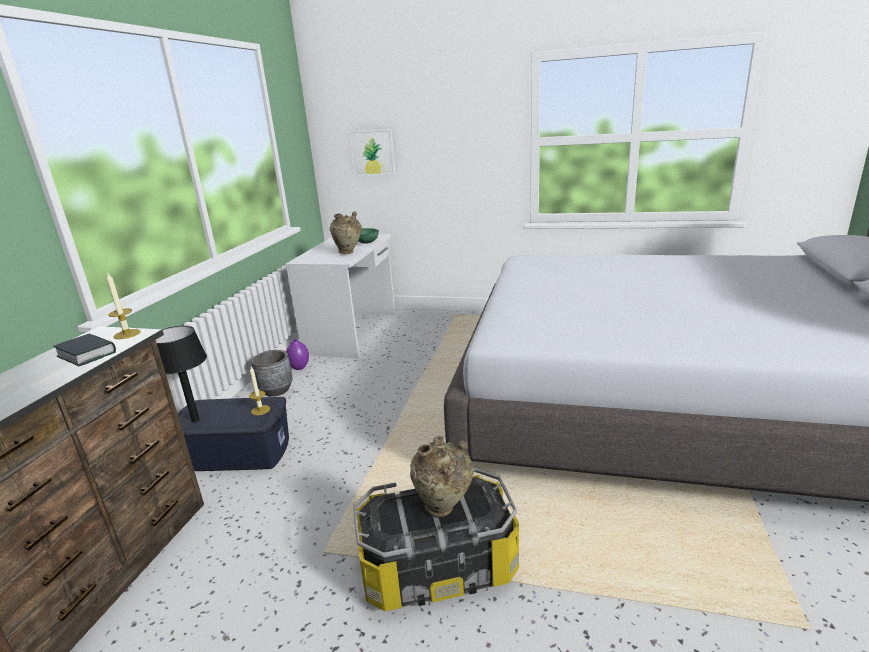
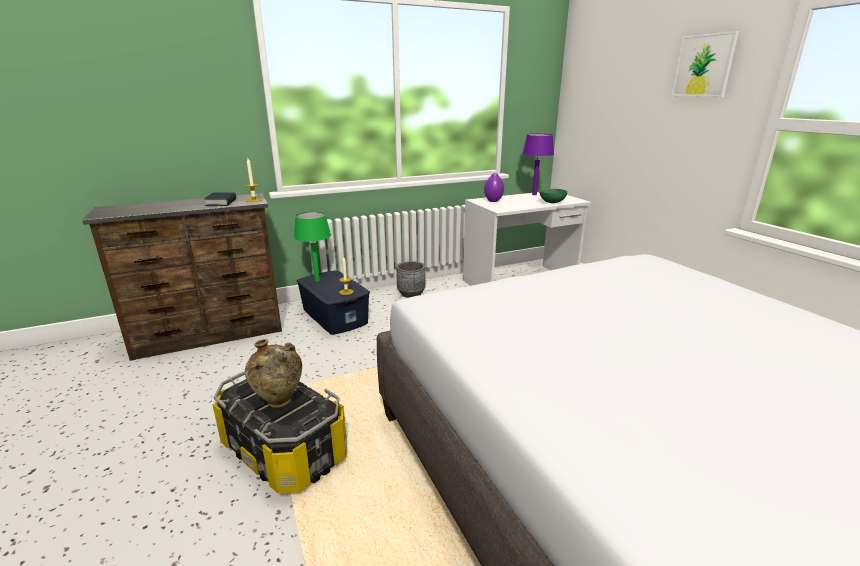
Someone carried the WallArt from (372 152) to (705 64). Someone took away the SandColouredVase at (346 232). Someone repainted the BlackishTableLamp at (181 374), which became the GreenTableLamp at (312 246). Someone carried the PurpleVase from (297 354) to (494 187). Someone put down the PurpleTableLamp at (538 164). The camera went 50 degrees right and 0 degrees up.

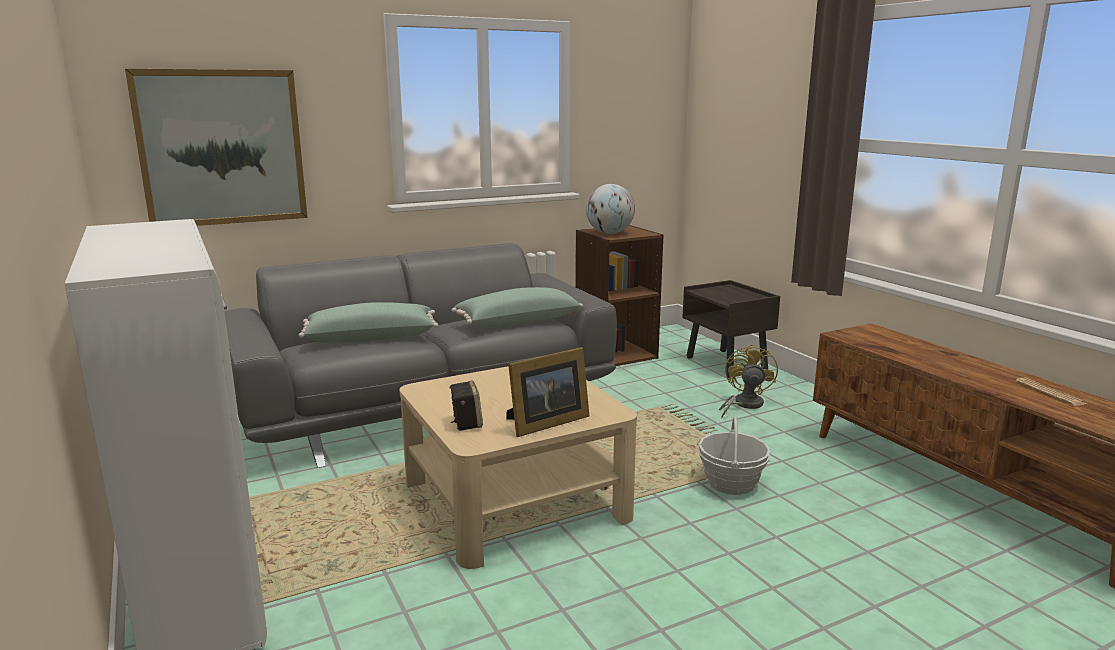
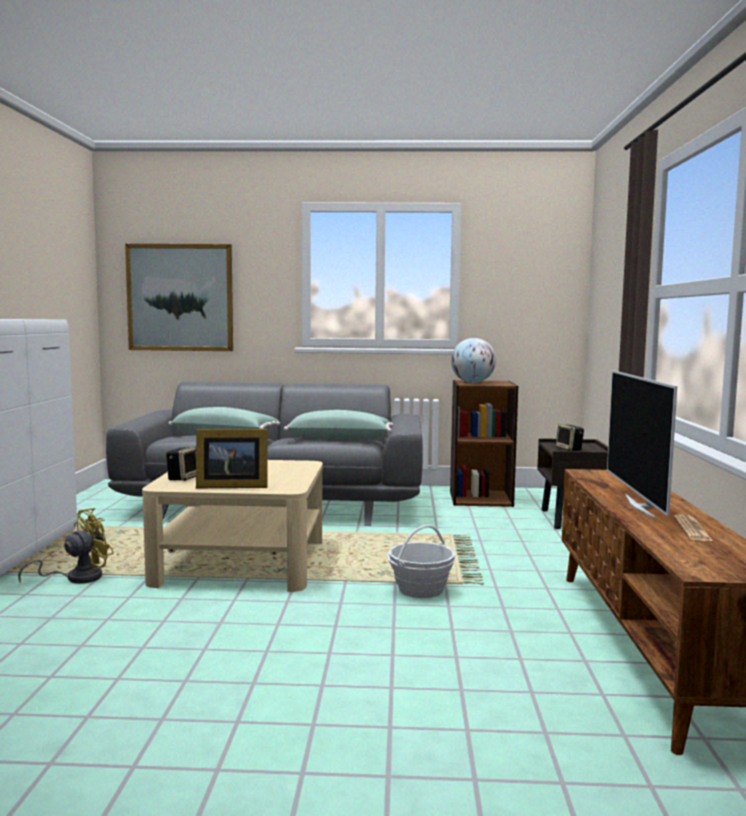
Someone carried the YellowCoolingFan from (748 381) to (66 546). Someone put down the Tv at (642 445). Someone put down the AudioSpeaker at (570 437). The camera went 30 degrees right and 10 degrees down.

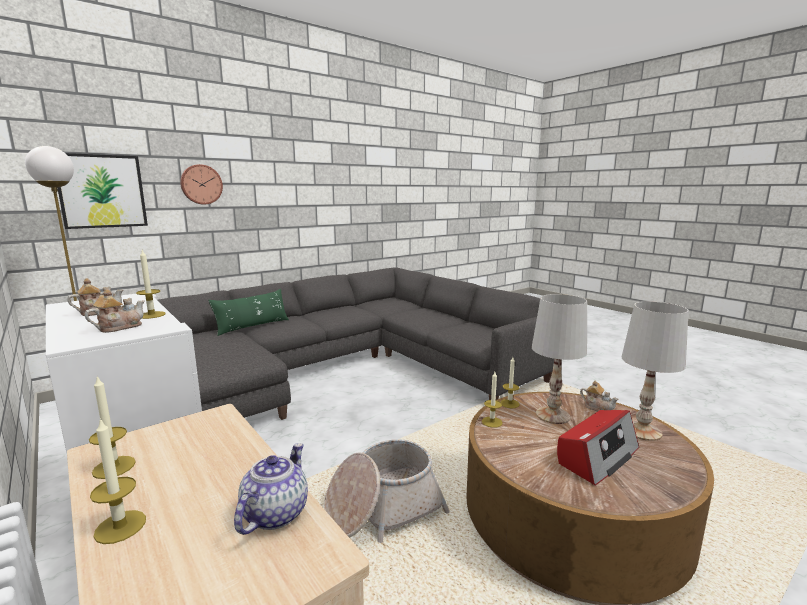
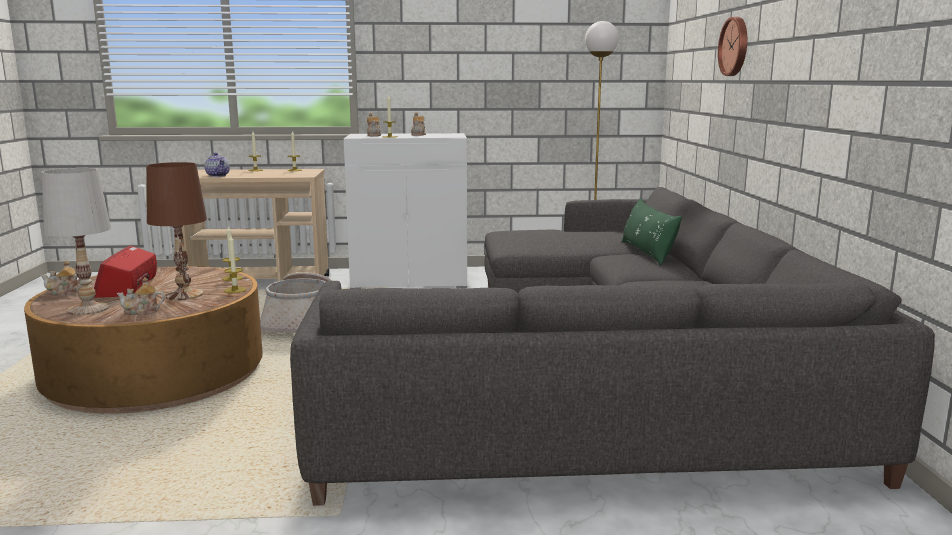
Someone took away the WallArt at (102 191). Someone repainted the WhitishTableLamp at (559 359), which became the BrownColouredTableLamp at (176 231). Someone put down the PotForTea at (61 278). The camera went 125 degrees right and 0 degrees up.

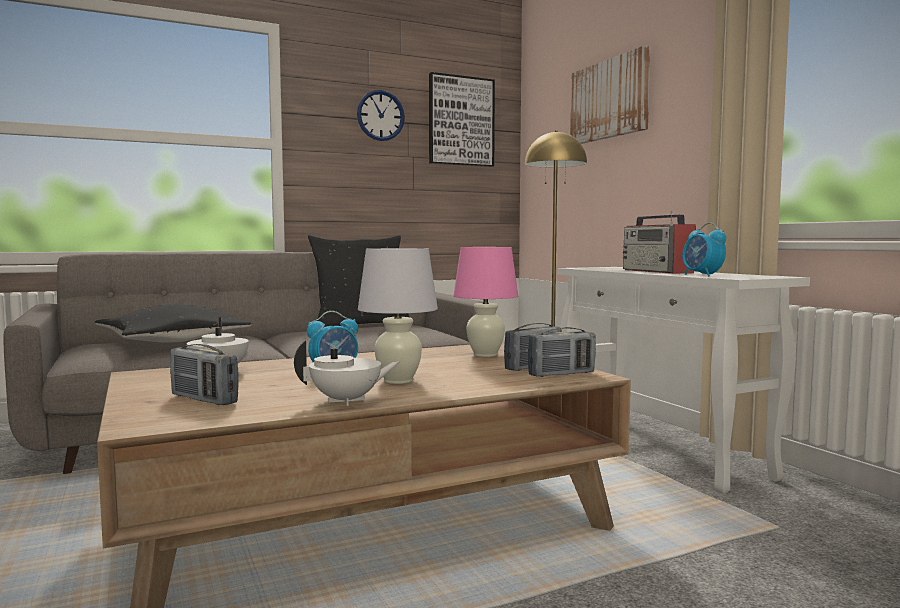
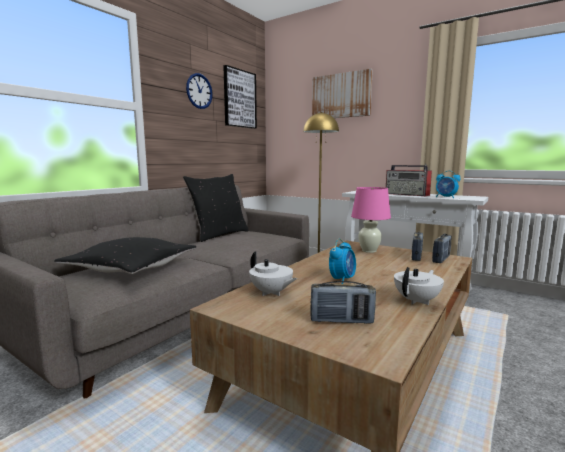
Someone took away the WhitishTableLamp at (398 316). The camera went 30 degrees left and 5 degrees up.

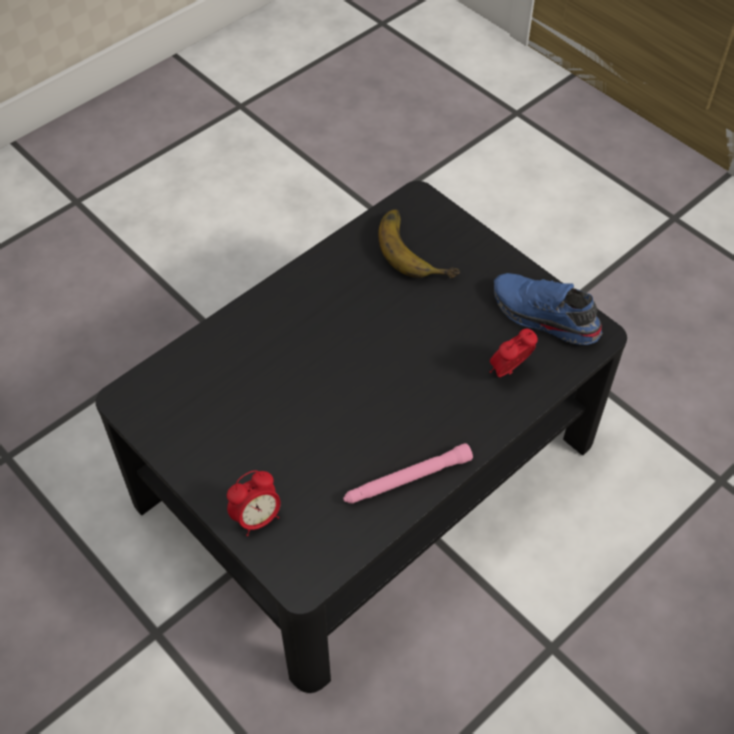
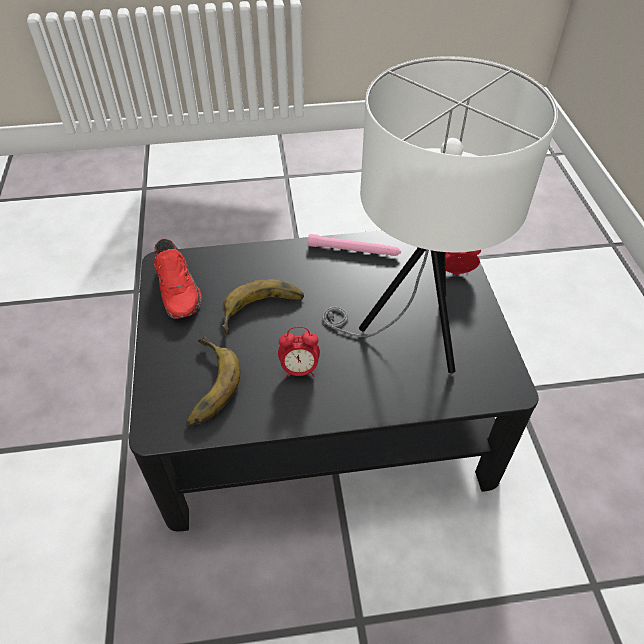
Someone repainted the BluishLowShoe at (548 309), which became the RedColouredLowShoe at (178 279). Someone carried the TableClock from (514 353) to (299 352). Someone put down the WhitishTableLamp at (440 214). Someone put down the WholeBanana at (263 307). The camera went 145 degrees left and 5 degrees down.

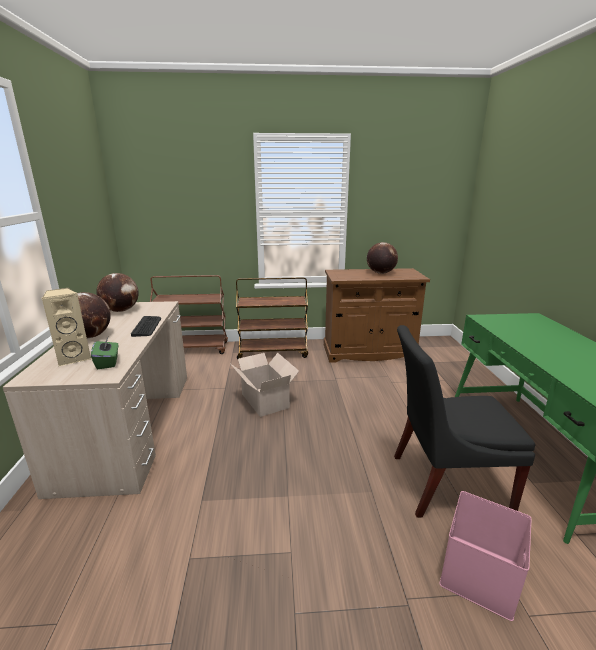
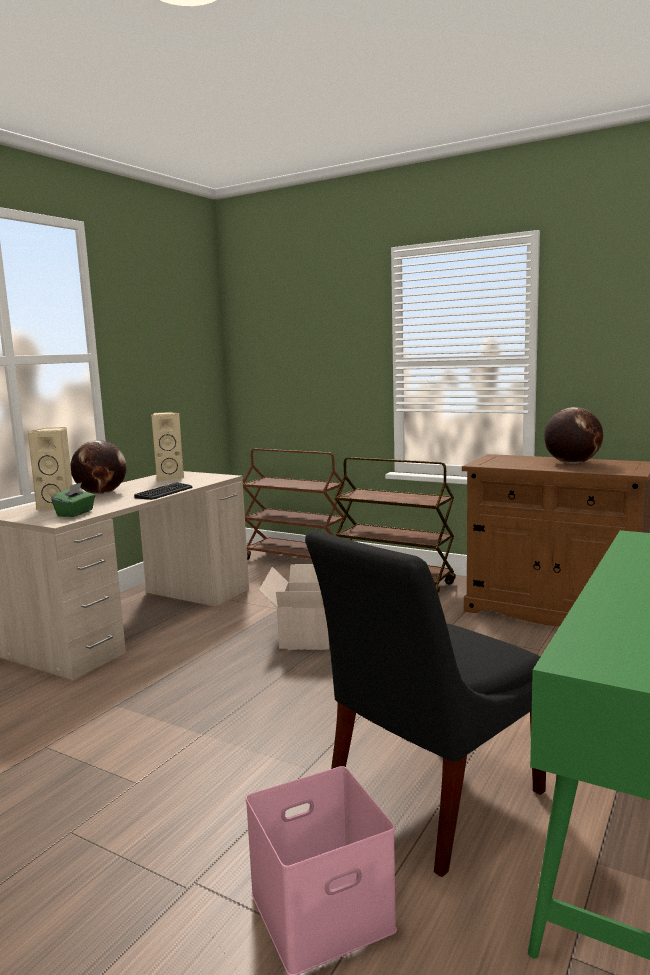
Someone swapped the Globe at (117 292) for the SandColouredAudioSpeaker at (168 446). Someone rotated the BlackishPlainChair at (464 421) by 75 degrees counterclockwise. The camera went 35 degrees right and 10 degrees down.

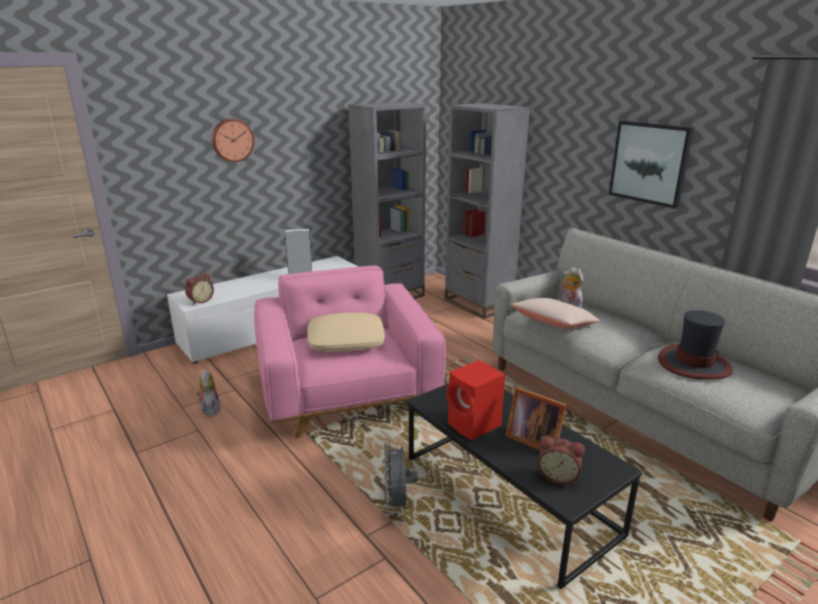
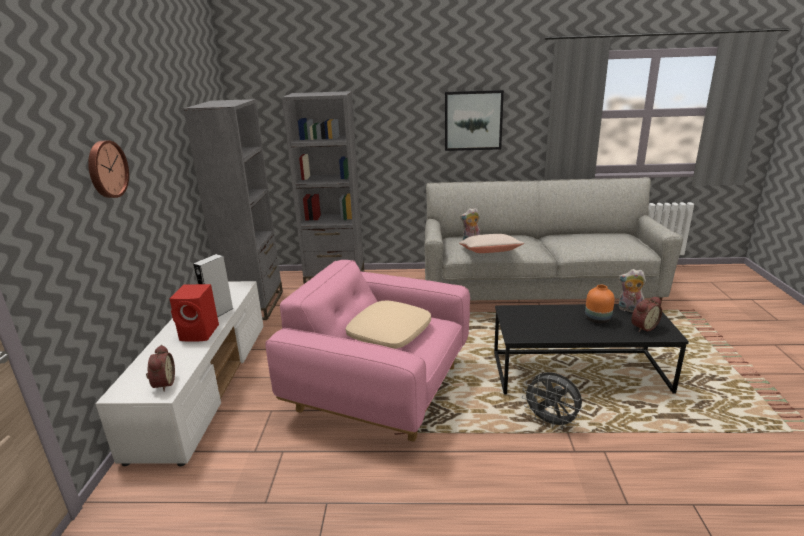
Someone took away the Hat at (695 345). Someone carried the RedColouredAudioSpeaker from (476 400) to (194 313). Someone carried the CuddlyToy from (208 393) to (632 291). Someone swapped the StandingFrame at (536 418) for the OrangeColouredVase at (600 304). The camera went 50 degrees left and 0 degrees up.

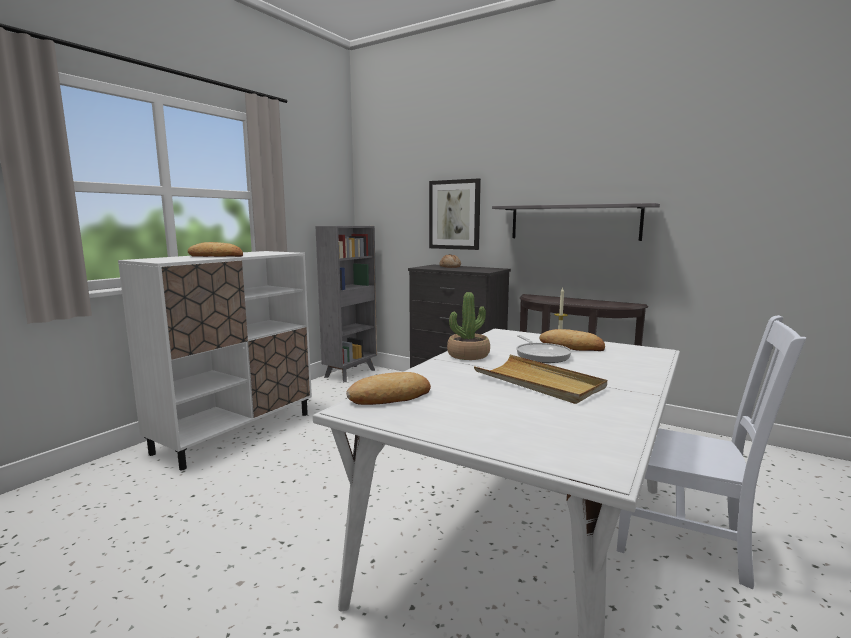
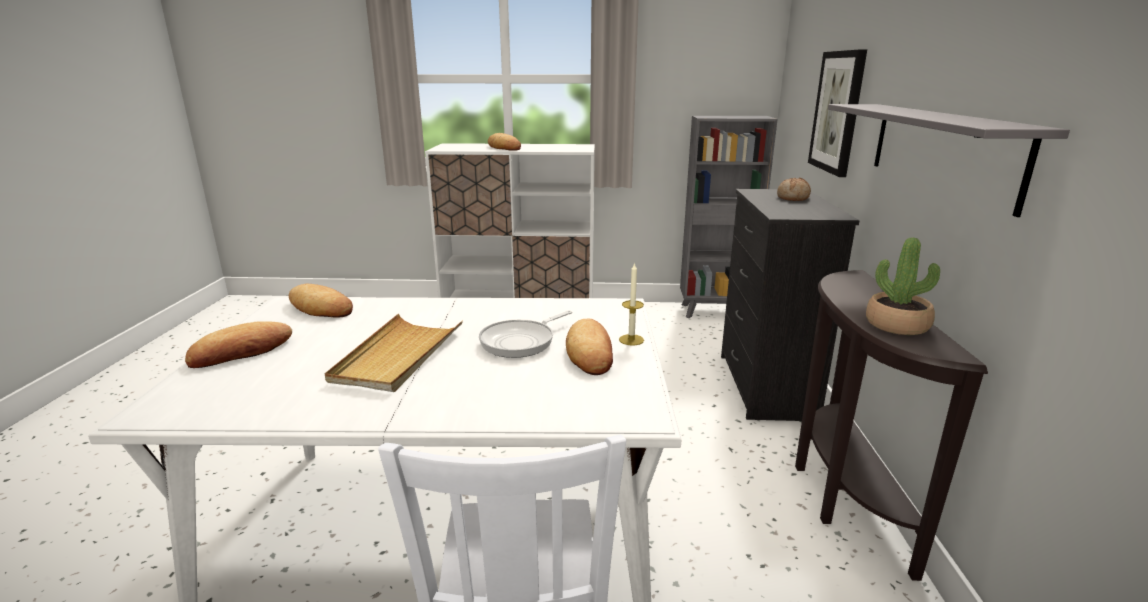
Someone carried the Houseplant from (468 326) to (903 286). Someone put down the BakeryBread at (238 344). The camera went 60 degrees right and 10 degrees up.

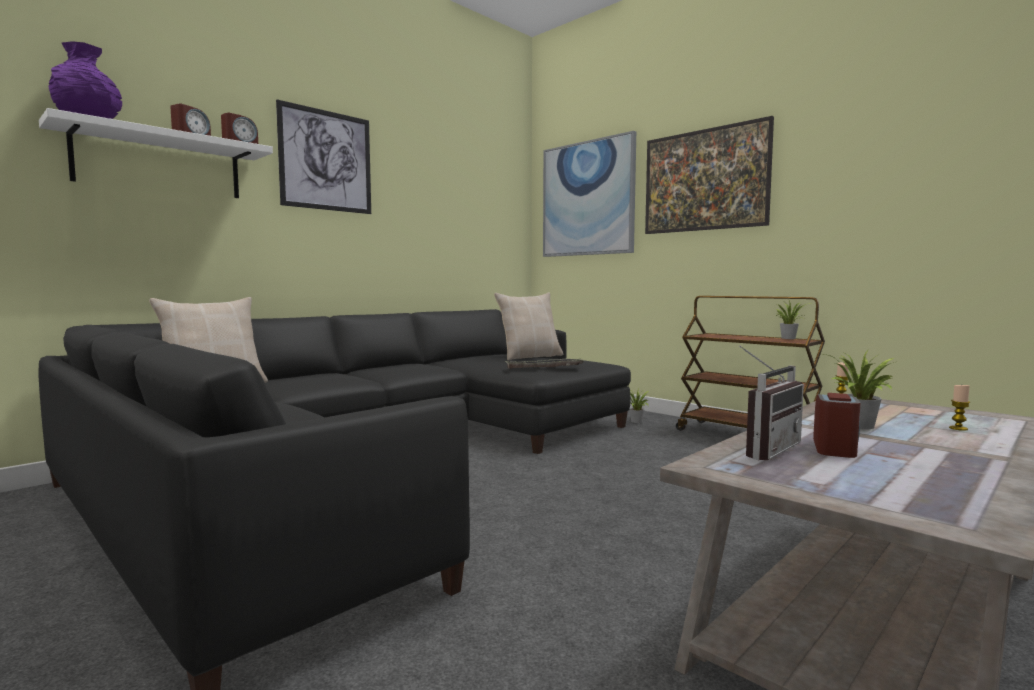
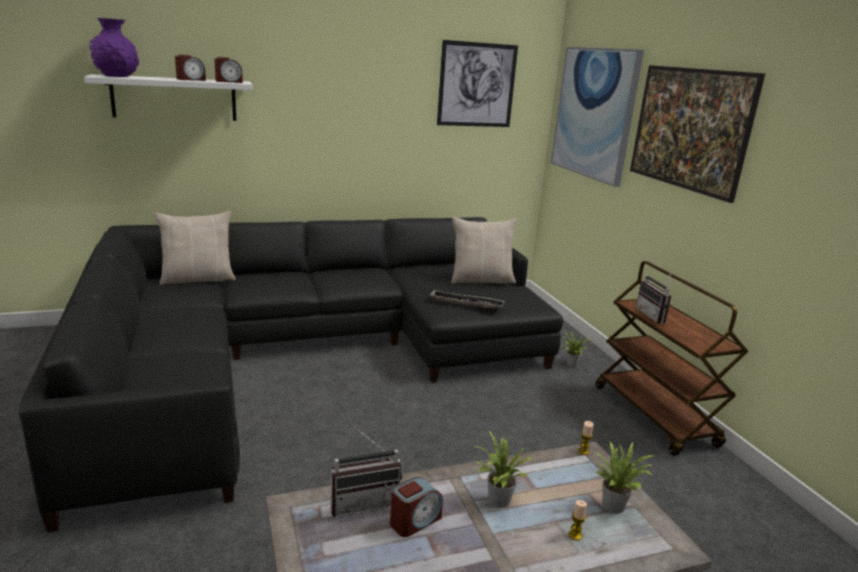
Someone carried the WallArt from (323 156) to (477 83). Someone carried the Houseplant from (793 319) to (625 478). Someone put down the Radio at (653 297). The camera went 25 degrees right and 15 degrees up.

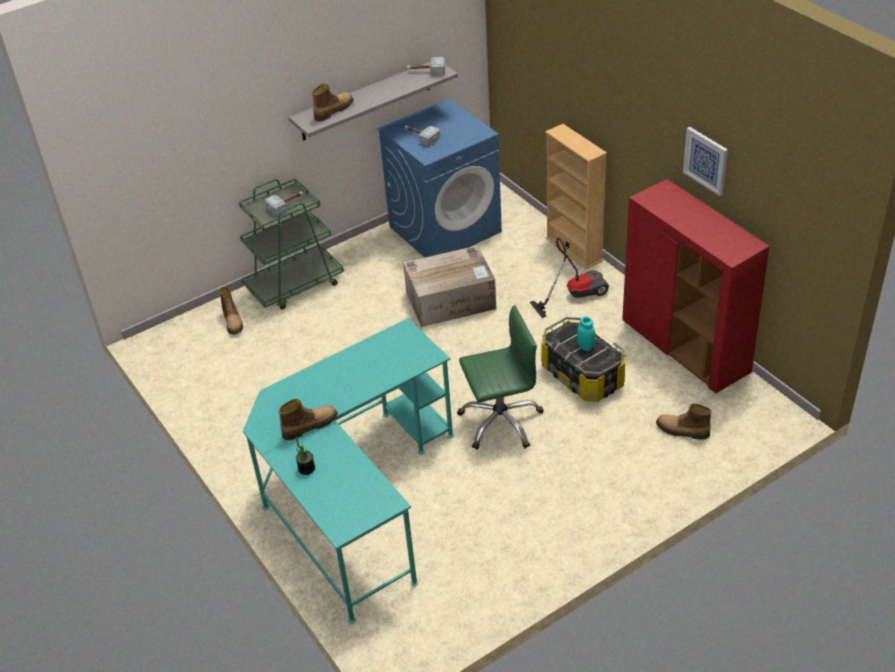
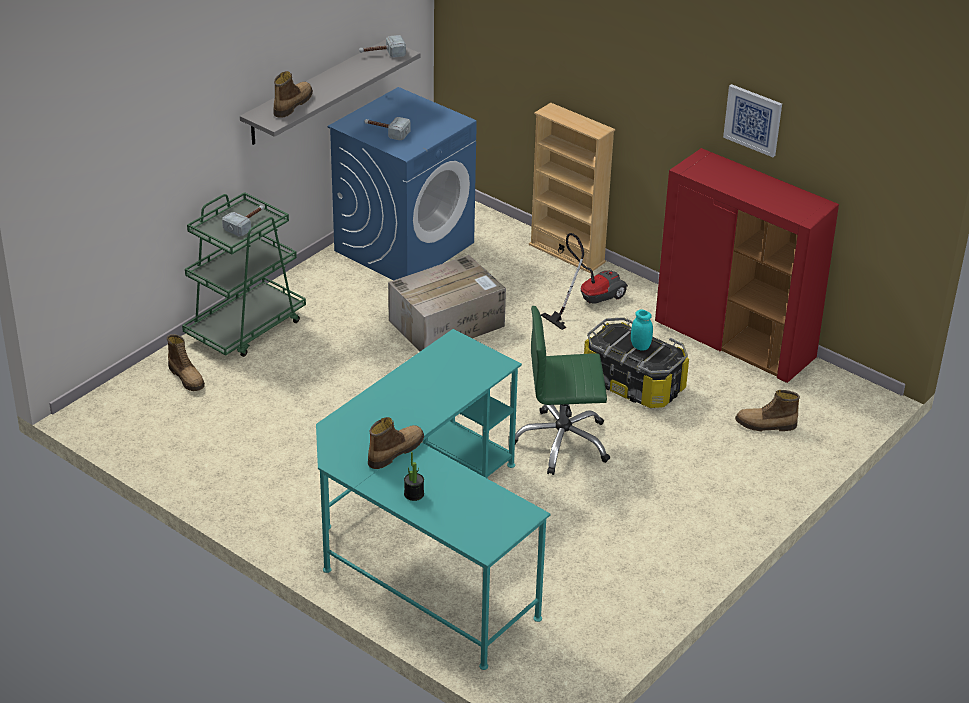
Someone rotated the GreenDeskChair at (500 377) by 150 degrees counterclockwise. The camera went 20 degrees left and 5 degrees down.

